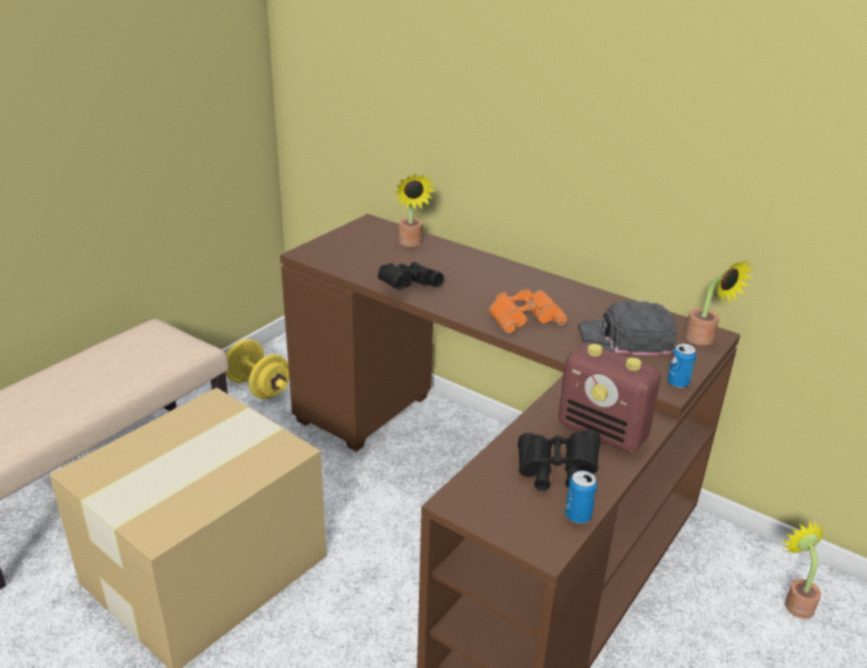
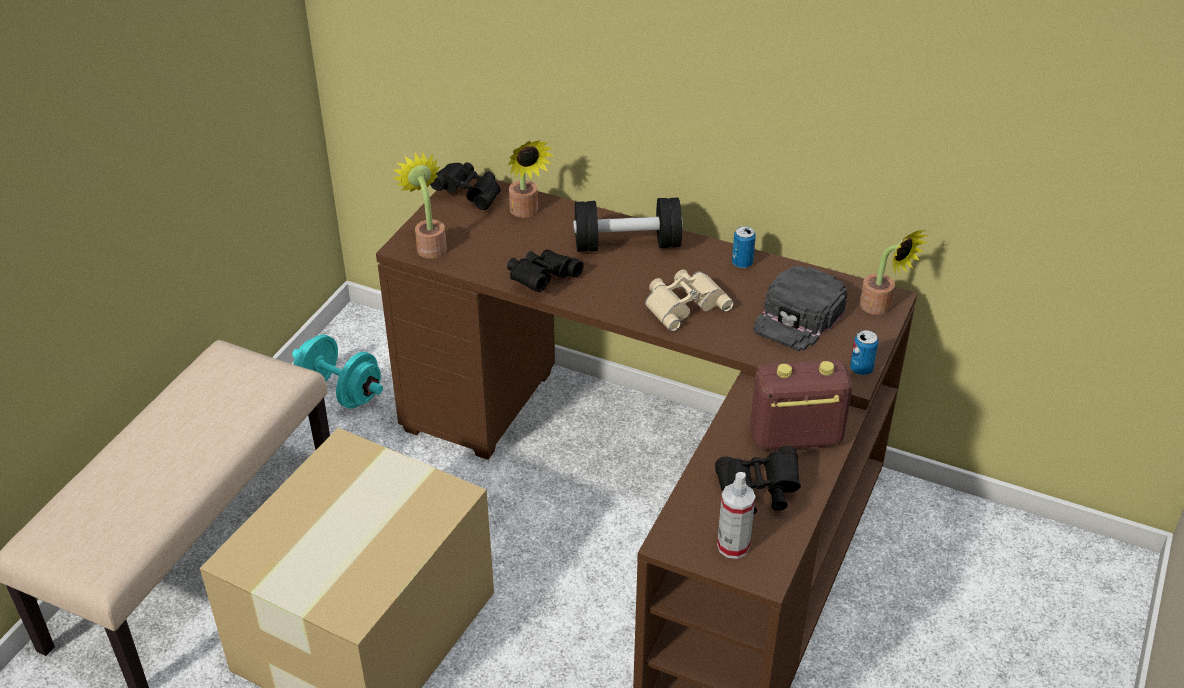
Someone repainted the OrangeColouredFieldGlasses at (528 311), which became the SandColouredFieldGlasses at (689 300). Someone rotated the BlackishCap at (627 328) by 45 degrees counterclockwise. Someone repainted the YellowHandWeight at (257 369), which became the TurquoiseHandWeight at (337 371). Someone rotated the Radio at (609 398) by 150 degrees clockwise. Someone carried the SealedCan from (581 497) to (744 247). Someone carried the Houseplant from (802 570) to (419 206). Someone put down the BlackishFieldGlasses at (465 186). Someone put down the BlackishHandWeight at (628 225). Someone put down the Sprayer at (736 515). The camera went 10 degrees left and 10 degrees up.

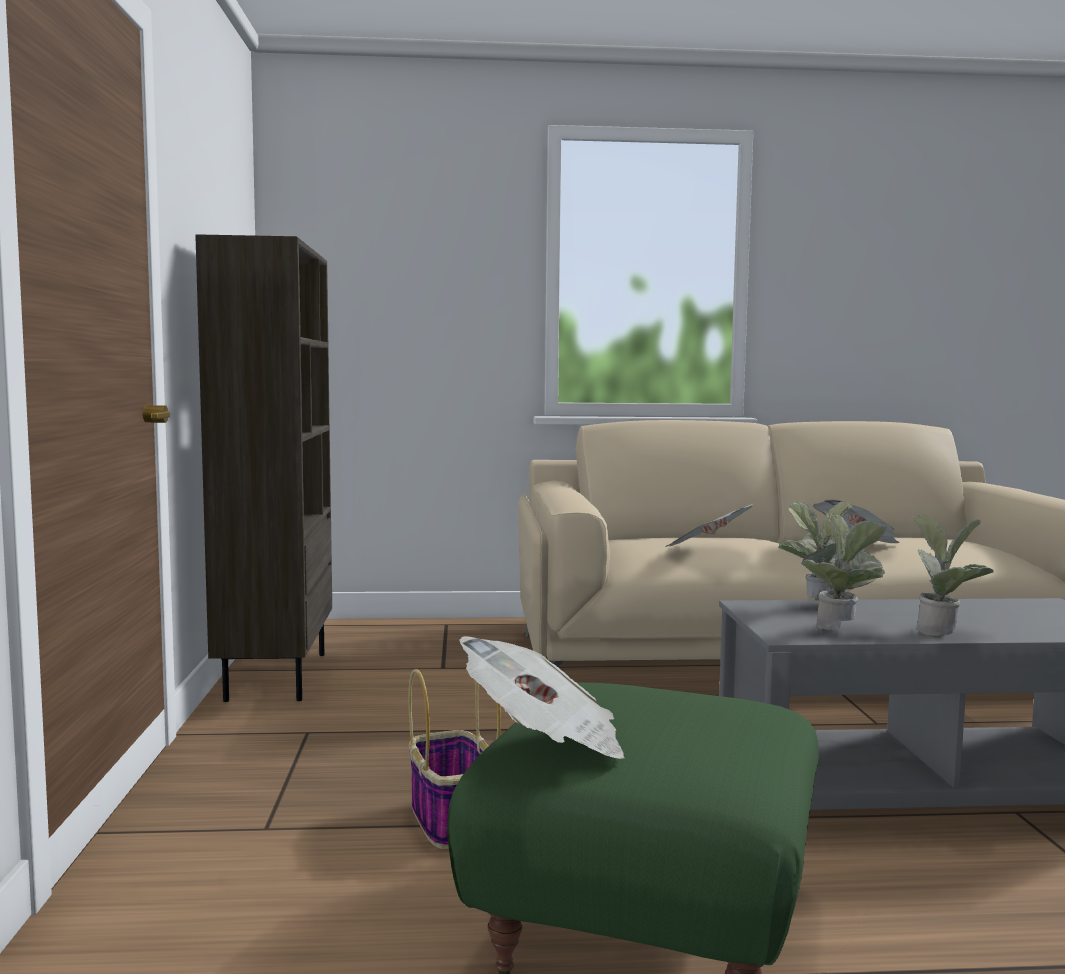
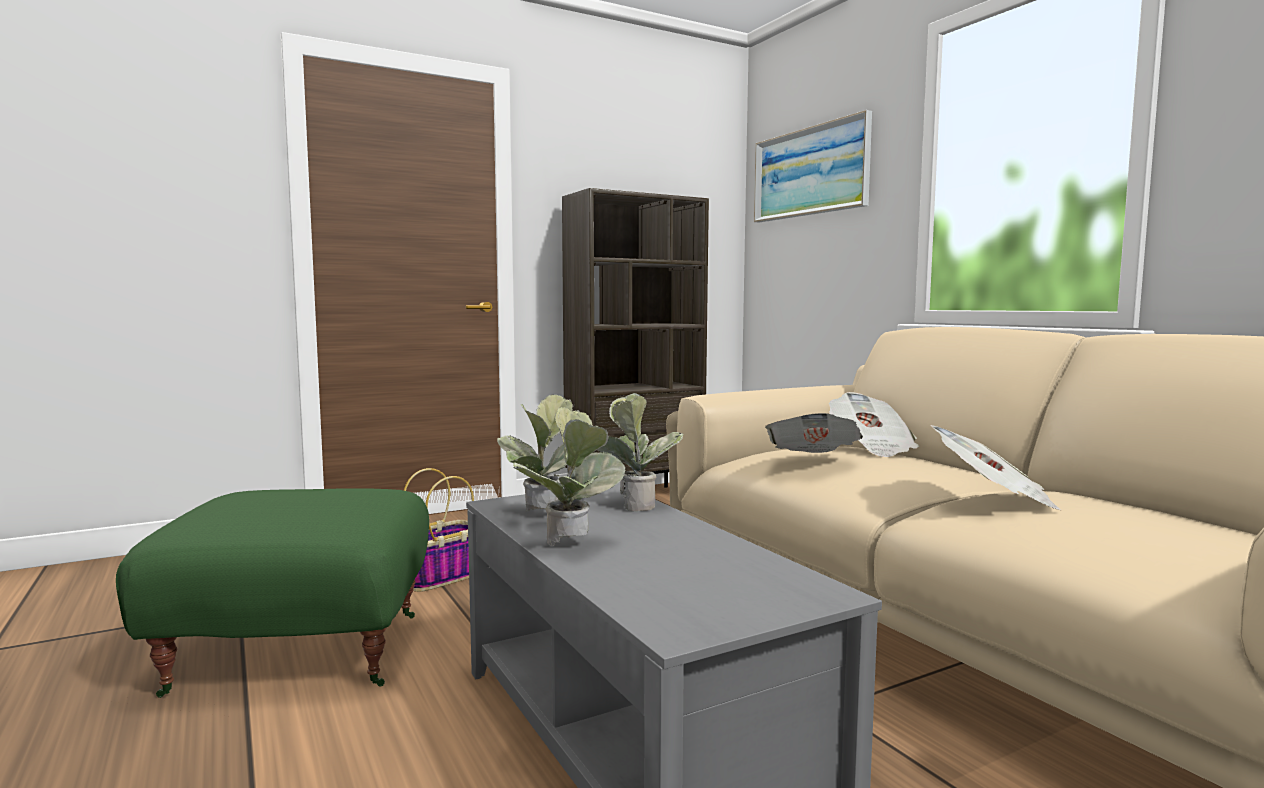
Someone carried the PrintedPaper from (541 697) to (874 424). Someone put up the WallArt at (813 166). The camera went 65 degrees right and 0 degrees up.

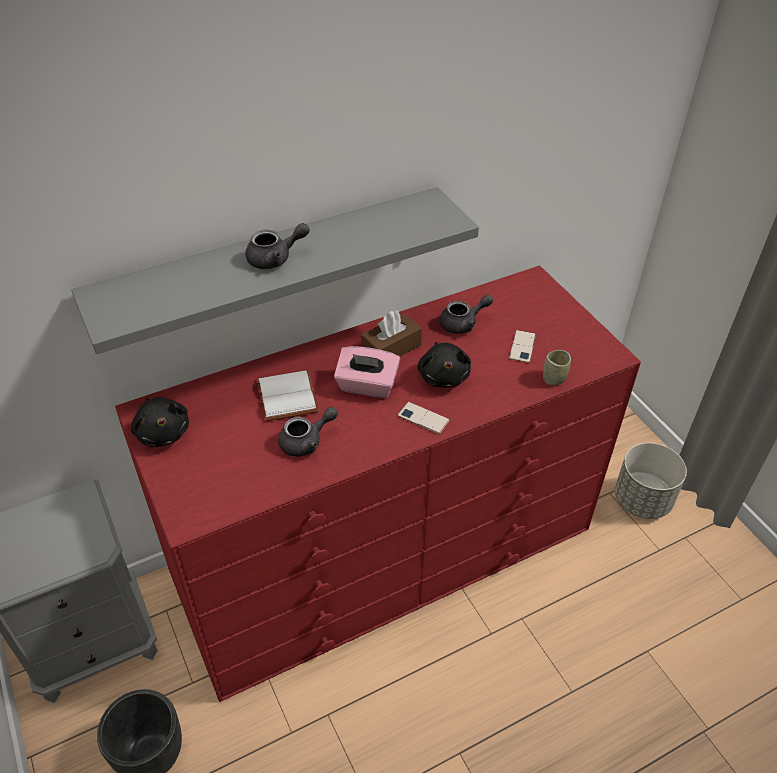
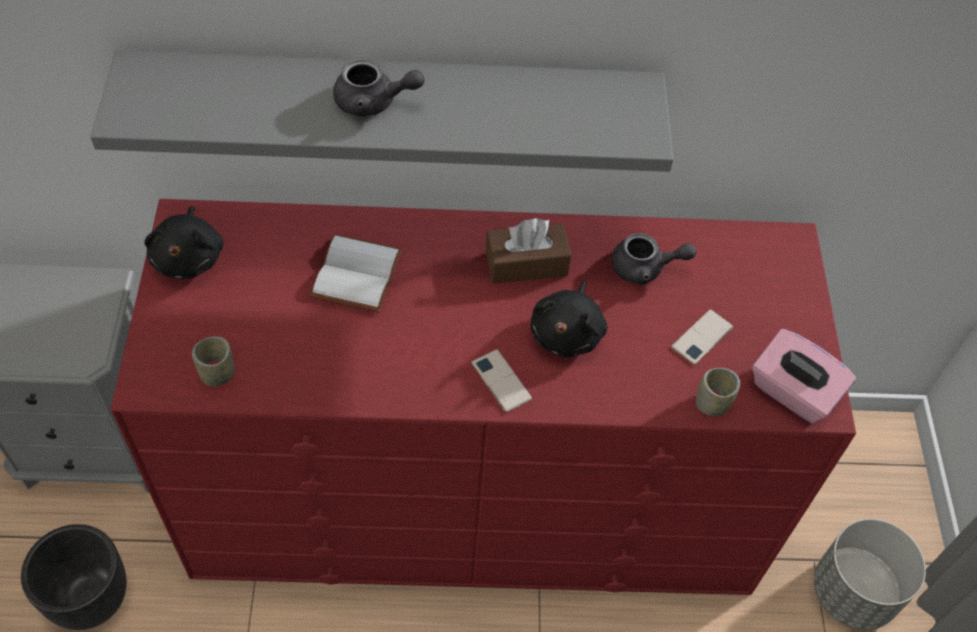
Someone carried the PinkBoxOfTissues from (367 372) to (804 376). Someone took away the GrayPotForTea at (308 432). Someone put down the Cup at (213 361). The camera went 25 degrees right and 10 degrees up.

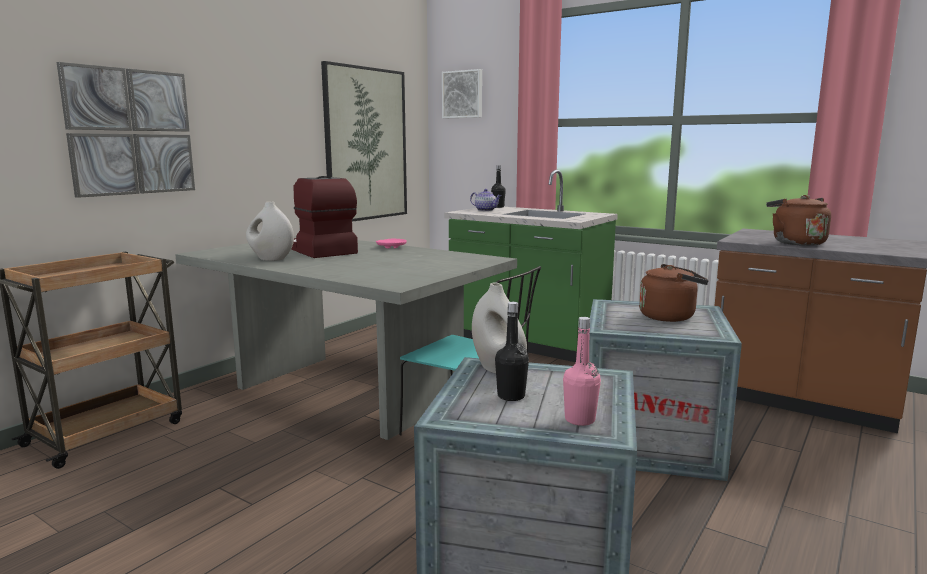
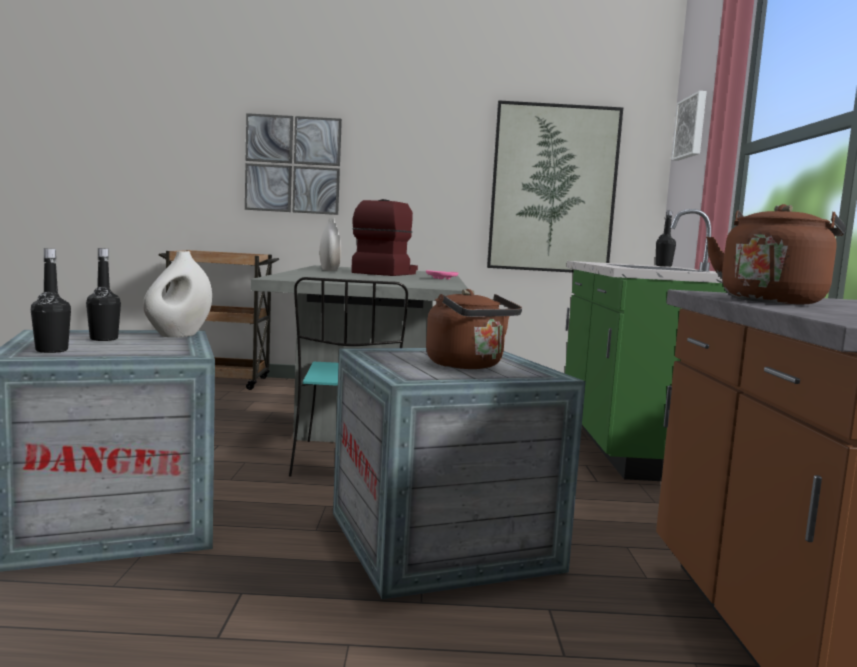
Someone took away the PotForTea at (486 200). Someone repainted the PinkBeverageBottle at (582 371), which became the BlackishBeverageBottle at (51 300). The camera went 55 degrees right and 5 degrees down.

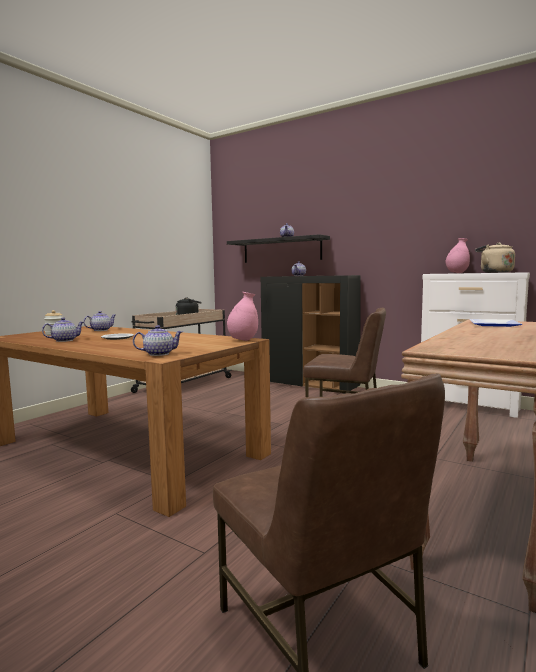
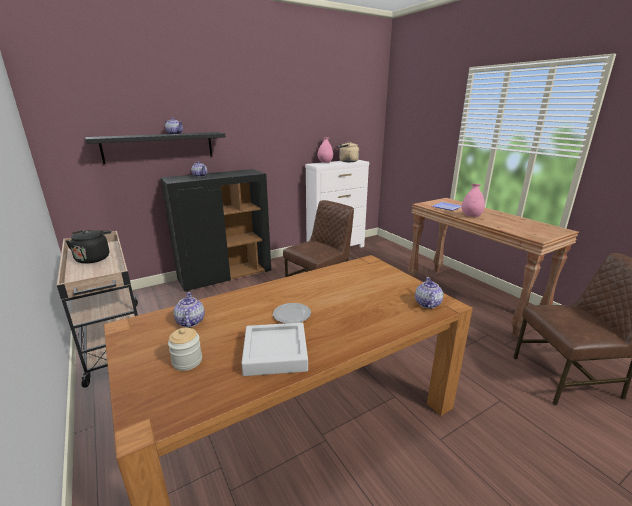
Someone carried the PinkVase from (242 316) to (473 200). Someone swapped the PotForTea at (63 330) for the GrayTray at (274 349). The camera went 65 degrees left and 15 degrees up.

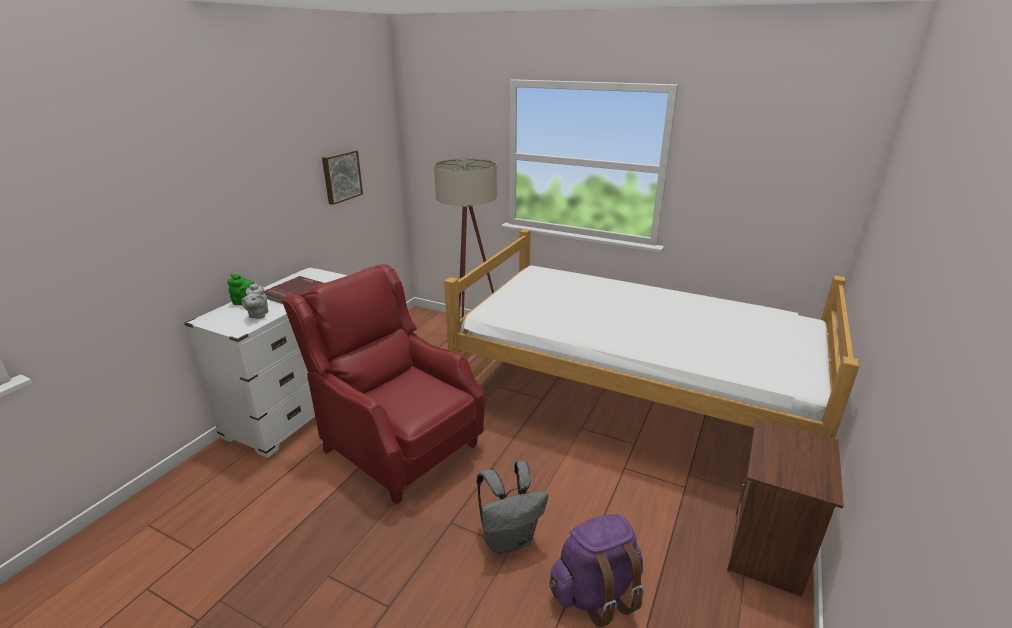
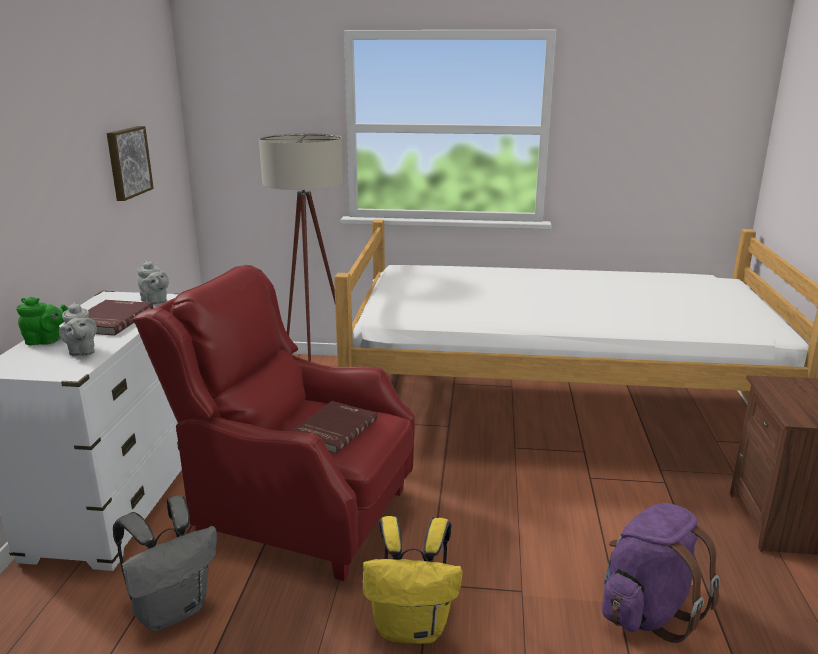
Someone carried the GrayBackpack from (512 507) to (165 563). Someone put down the GrayPotForTea at (153 282). Someone put down the RedColouredBook at (334 427). Someone put down the YellowBackpack at (413 580). The camera went 20 degrees left and 5 degrees down.

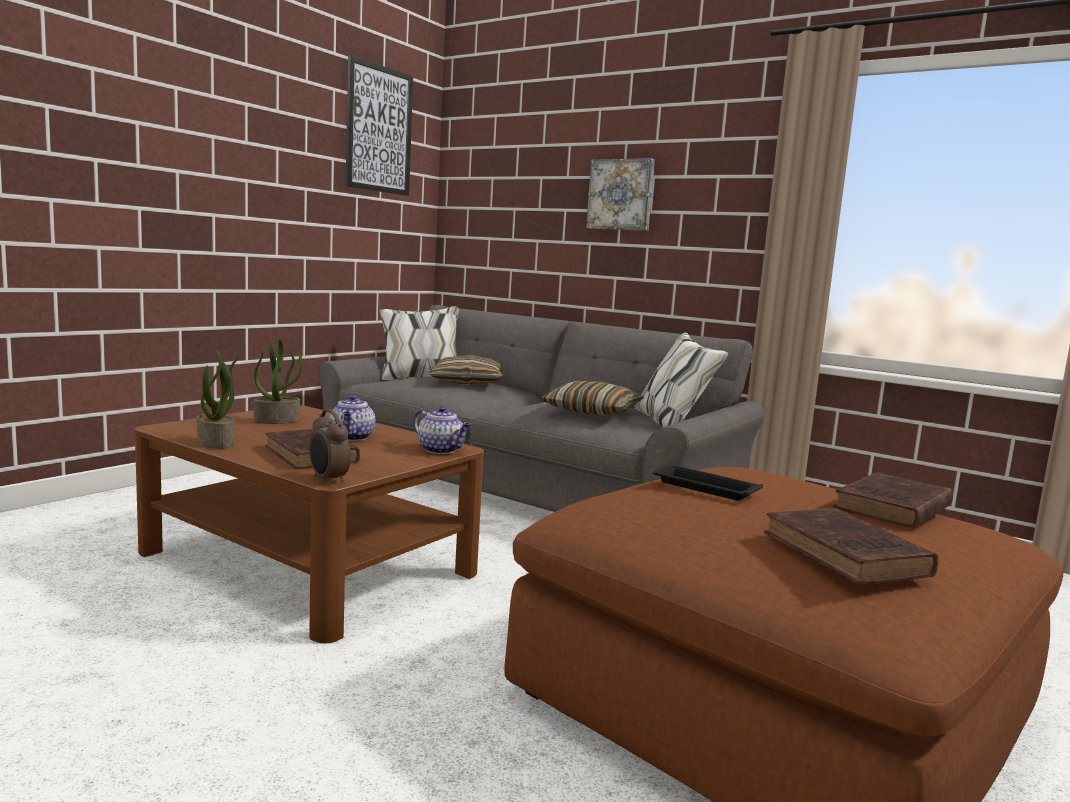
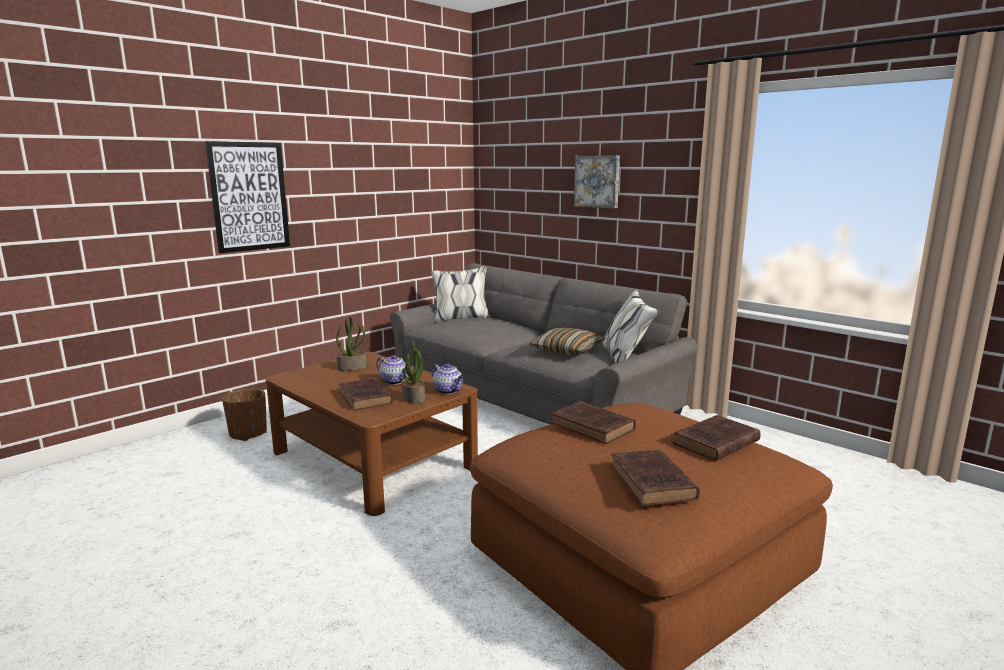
Someone carried the WallArt from (379 125) to (247 197). Someone carried the Houseplant from (218 399) to (413 372). Someone took away the ThrowPillow at (466 370). Someone rotated the PotForTea at (352 418) by 60 degrees counterclockwise. Someone took away the TableClock at (330 447). Someone swapped the BlackishTray at (708 483) for the BrownColouredBook at (593 422). Someone put down the BrownColouredFlowerPot at (244 414). The camera went 10 degrees right and 5 degrees up.

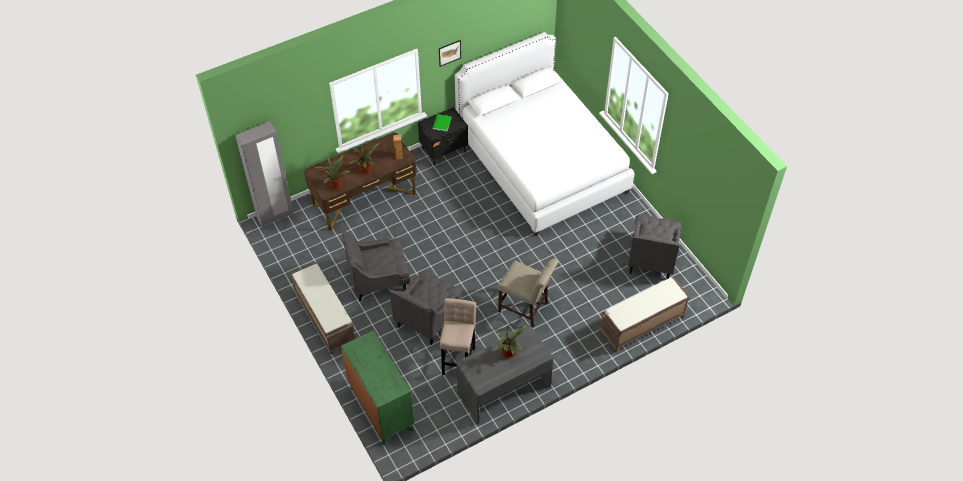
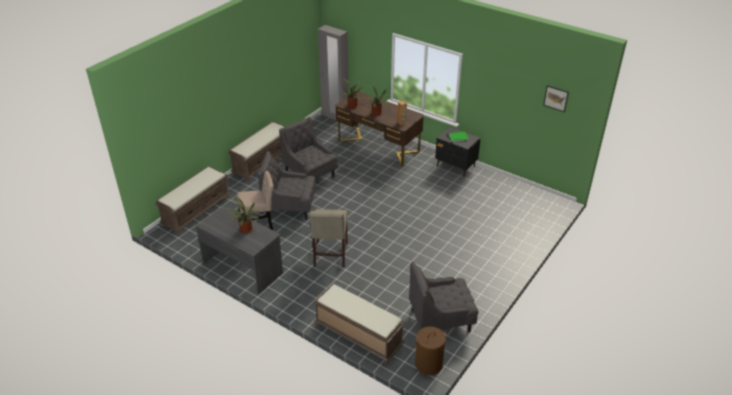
Someone took away the WhitishSleepingBed at (545 134). Someone carried the WallArt from (450 53) to (556 98). Someone swapped the GreenChestOfDrawers at (377 388) for the BrownColouredIndoorBench at (192 200). Someone put down the BrownColouredWashingBasket at (431 350). The camera went 65 degrees right and 15 degrees down.

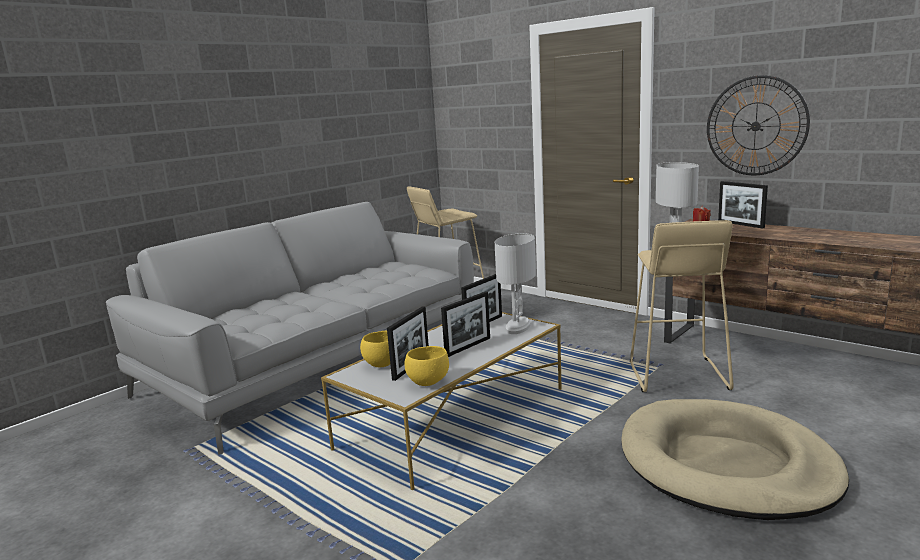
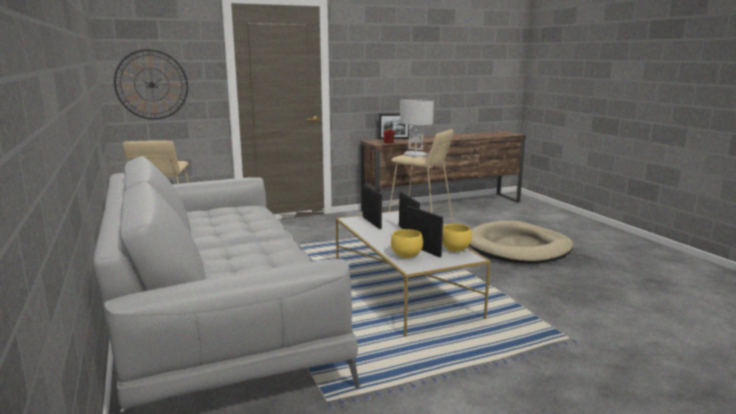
Someone carried the WallClock from (758 125) to (151 84). Someone took away the WhitishTableLamp at (515 283). The camera went 65 degrees left and 0 degrees up.

